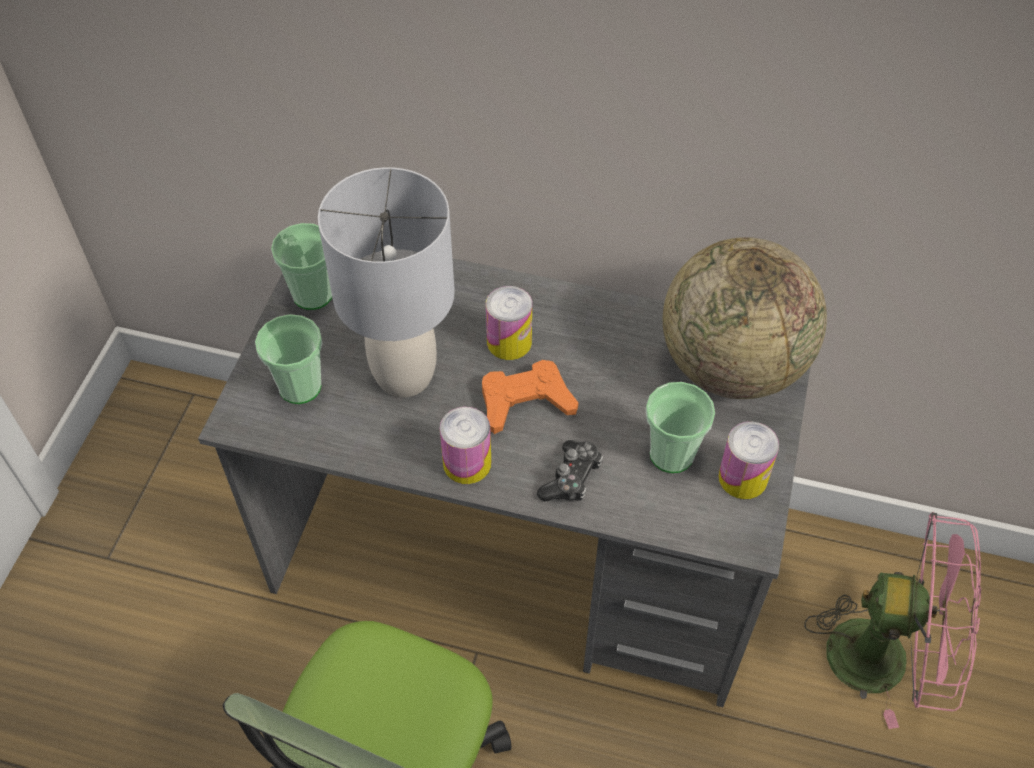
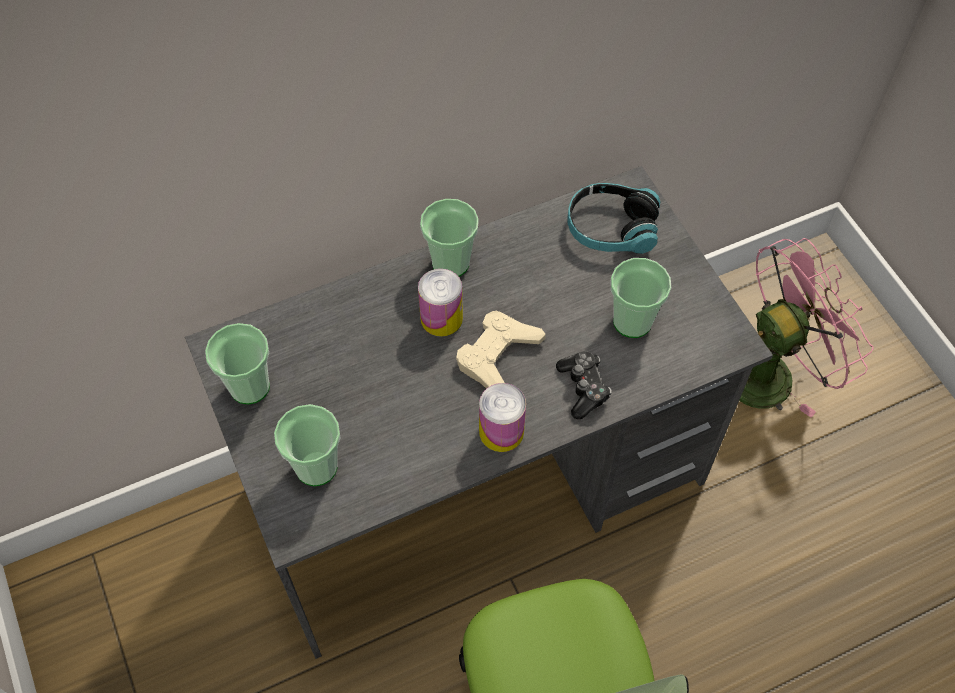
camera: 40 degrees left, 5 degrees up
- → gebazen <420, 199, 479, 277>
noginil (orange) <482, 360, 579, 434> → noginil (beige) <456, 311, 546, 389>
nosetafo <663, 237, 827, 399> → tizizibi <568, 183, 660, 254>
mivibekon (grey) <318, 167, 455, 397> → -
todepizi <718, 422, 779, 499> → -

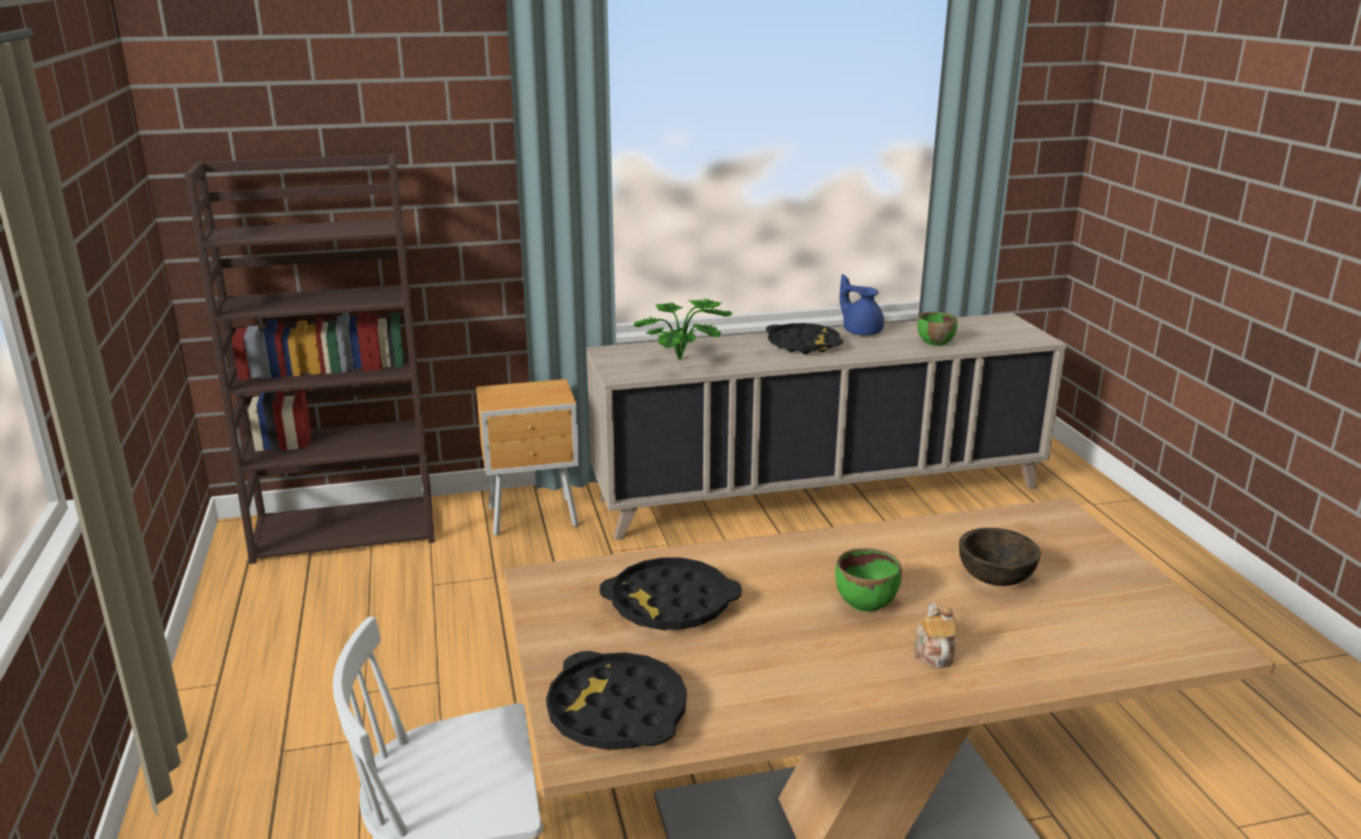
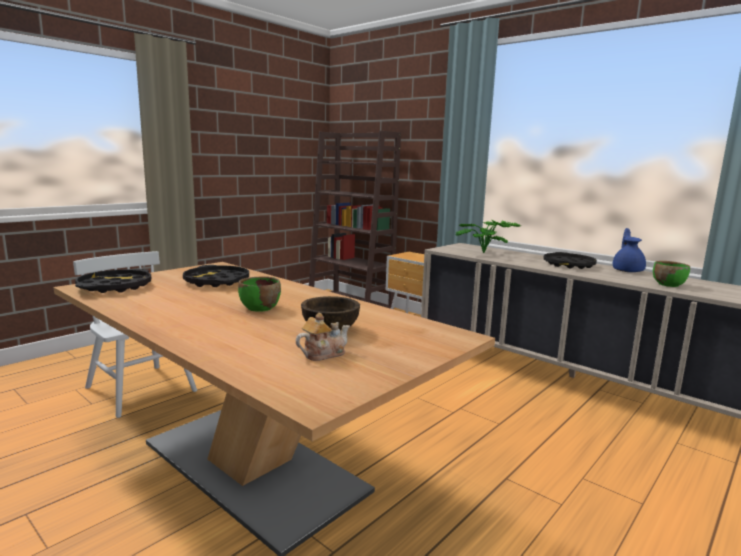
camera: 55 degrees right, 10 degrees down
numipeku <914, 602, 958, 668> → numipeku <296, 313, 350, 361>, relocated

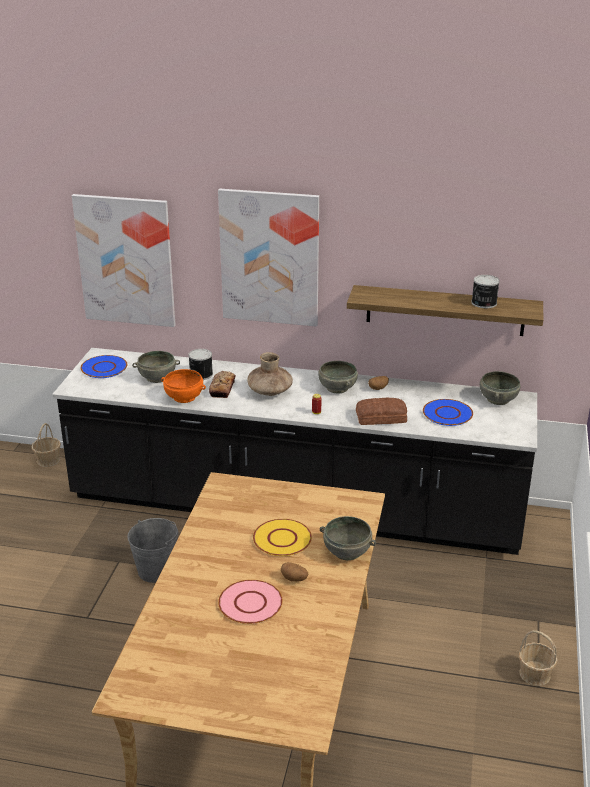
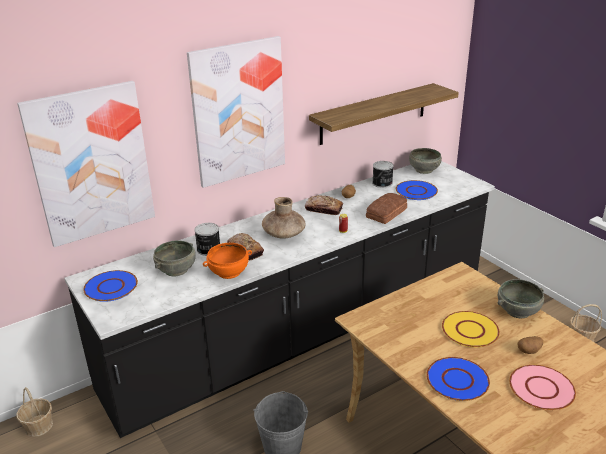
camera: 45 degrees left, 0 degrees up
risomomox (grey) <318, 361, 358, 394> → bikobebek <305, 195, 343, 215>
todepizi <472, 275, 500, 308> → todepizi <372, 161, 394, 188>, relocated
- → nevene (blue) <426, 357, 490, 401>

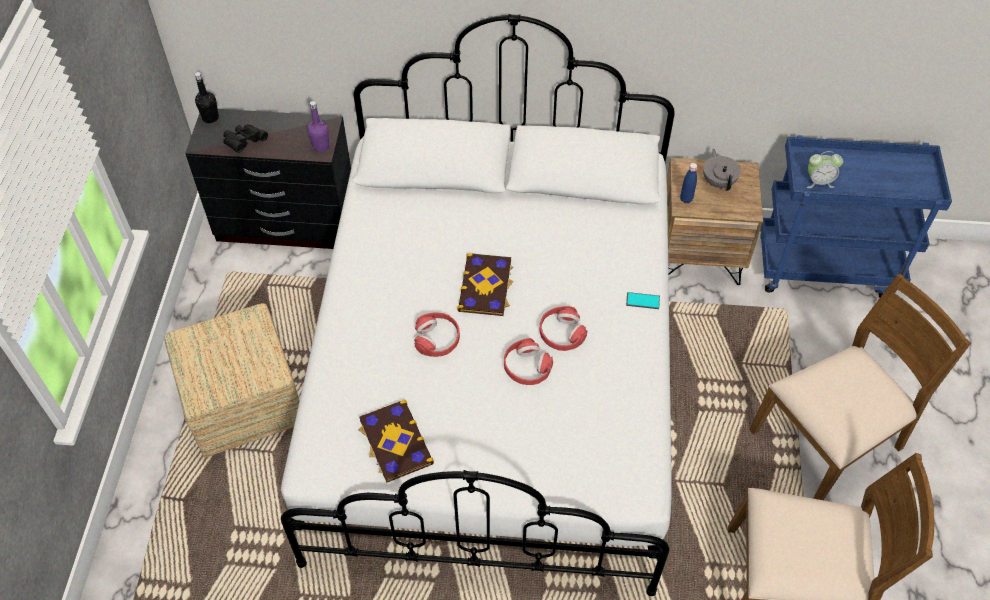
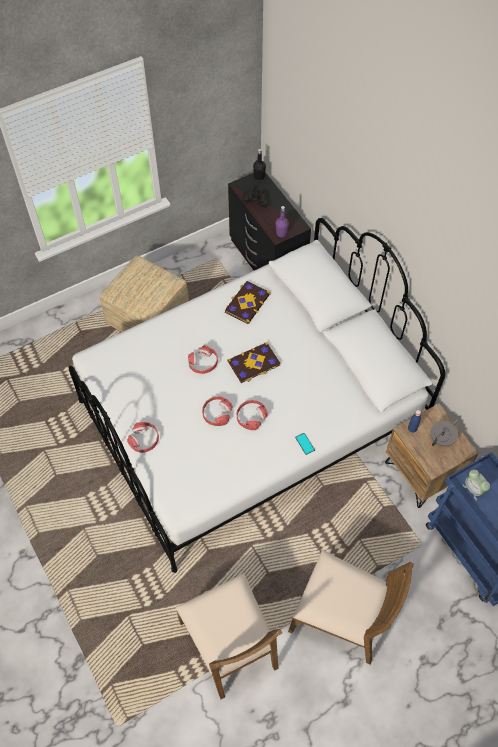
camera: 55 degrees right, 5 degrees up
- → tizizibi (red) <127, 422, 159, 453>
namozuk <358, 400, 434, 483> → namozuk <225, 281, 271, 324>, relocated

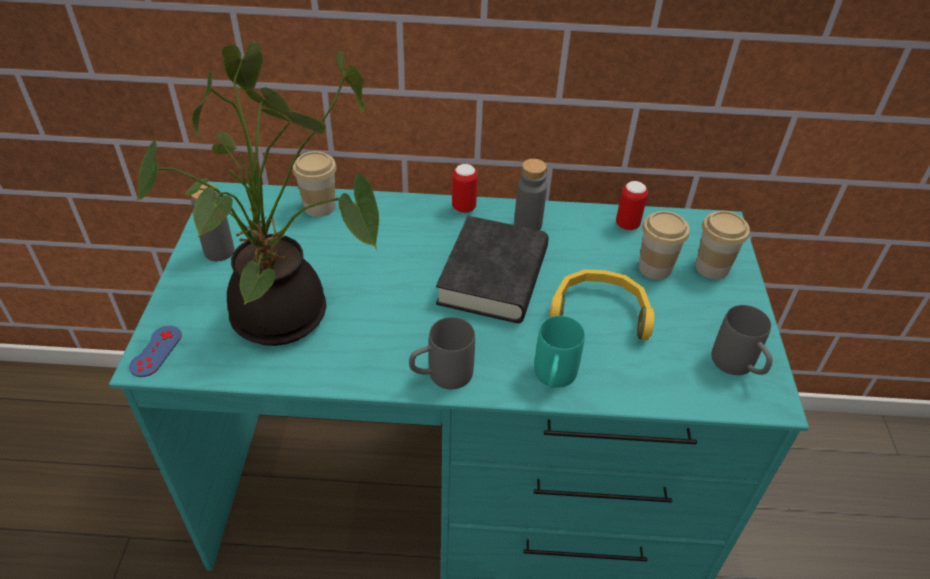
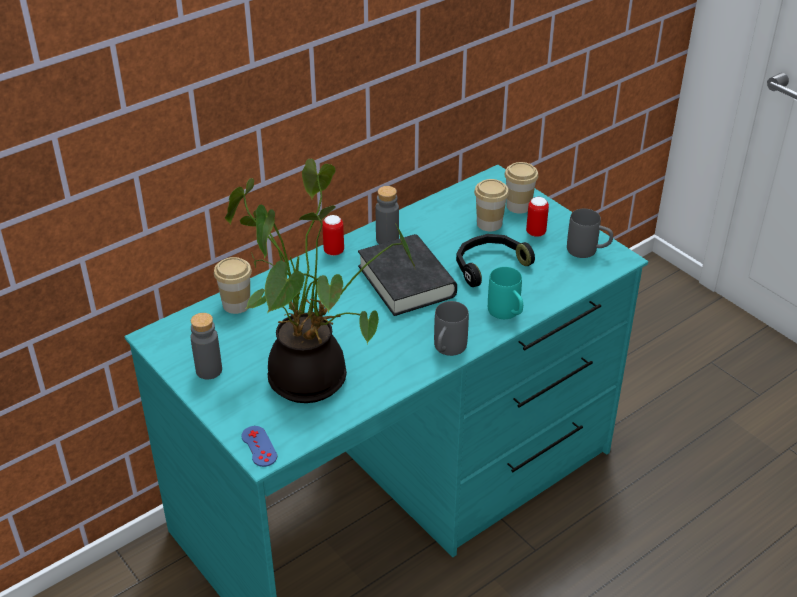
camera: 40 degrees left, 5 degrees down
tizizibi (yellow) <549, 269, 655, 340> → tizizibi (black) <456, 234, 535, 287>
todepizi <616, 181, 648, 230> → todepizi <526, 197, 549, 237>, relocated

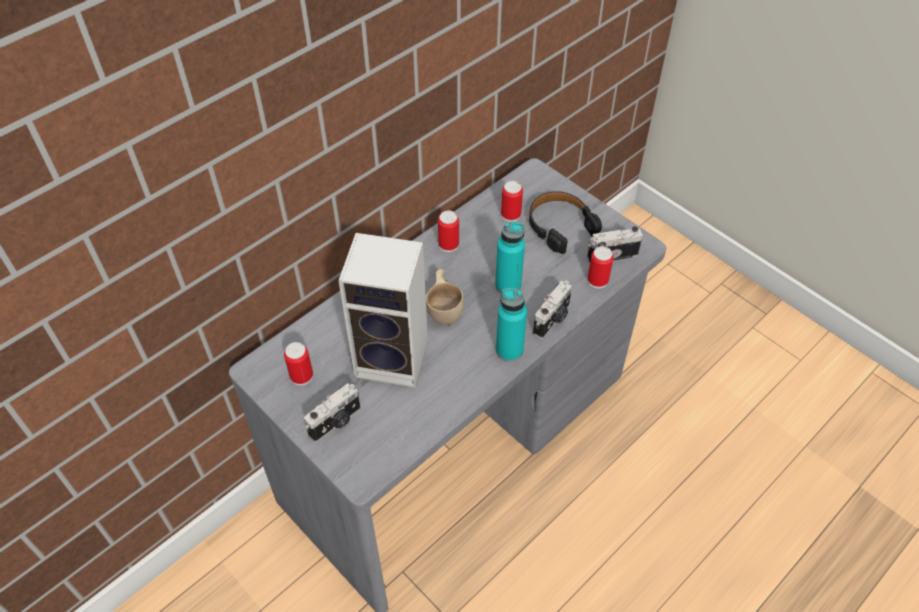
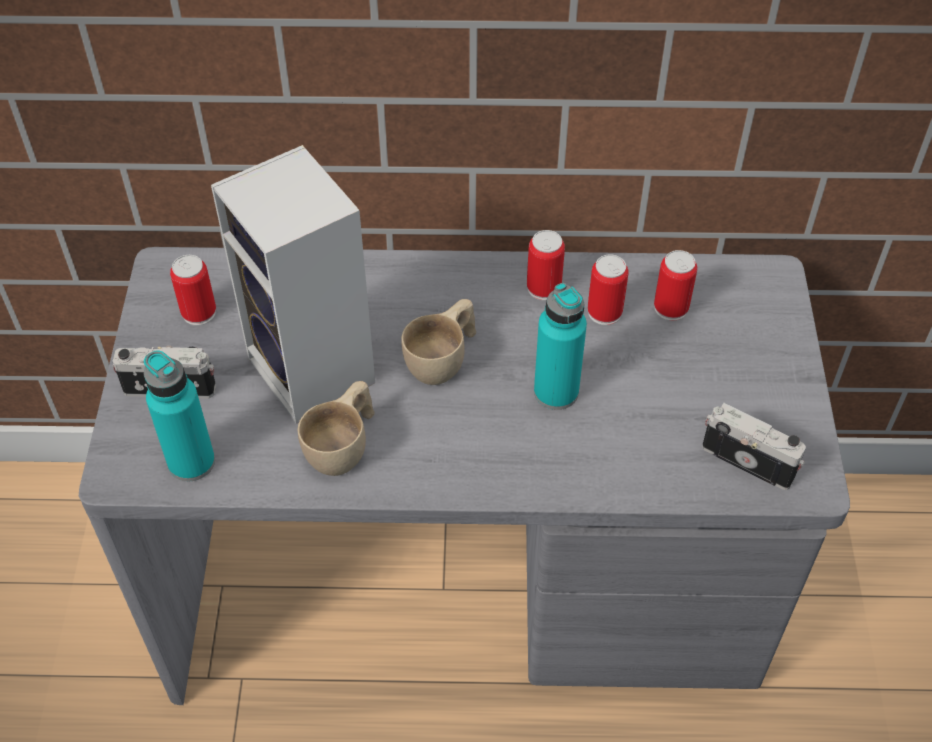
camera: 45 degrees right, 0 degrees up
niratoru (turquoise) <496, 288, 527, 362> → niratoru (turquoise) <144, 350, 215, 481>, relocated
- → gebazen (beige) <298, 381, 374, 476>
todepizi <587, 246, 614, 289> → todepizi <588, 254, 629, 325>, relocated
tizizibi (black) <529, 191, 602, 254> → -
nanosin <533, 281, 572, 339> → -

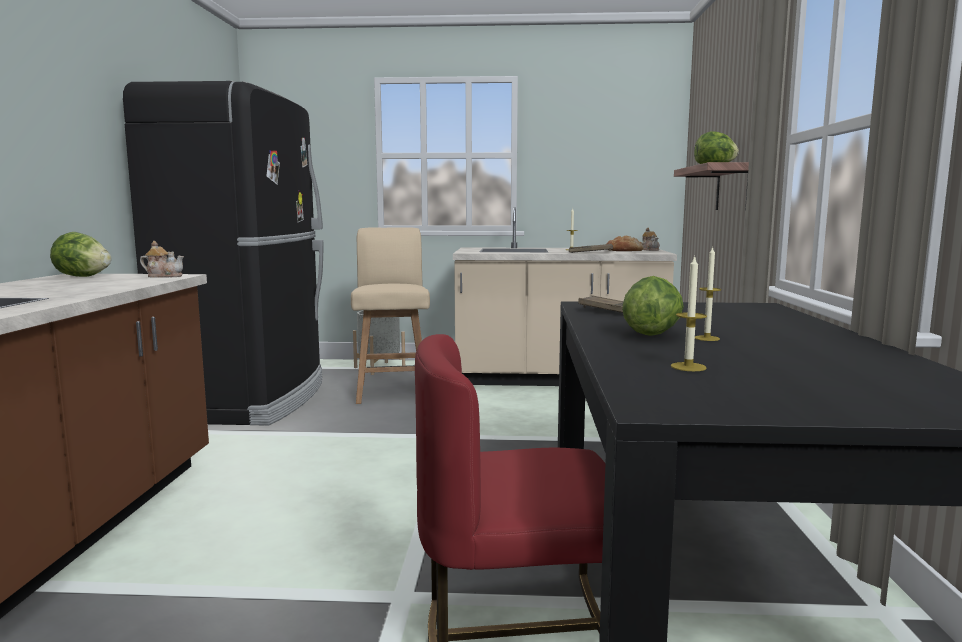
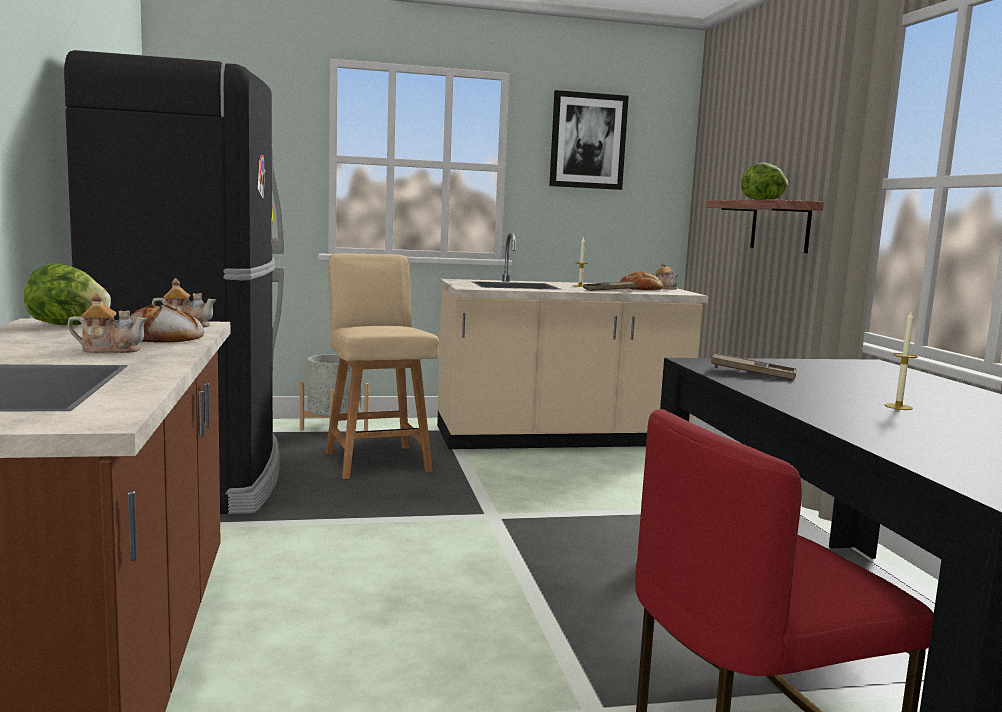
camera: 15 degrees left, 0 degrees up
- → numipeku <67, 293, 148, 353>
- → bikobebek <130, 303, 204, 343>
- → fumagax <549, 90, 629, 190>
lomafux <622, 276, 684, 336> → -
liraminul <671, 256, 707, 371> → -

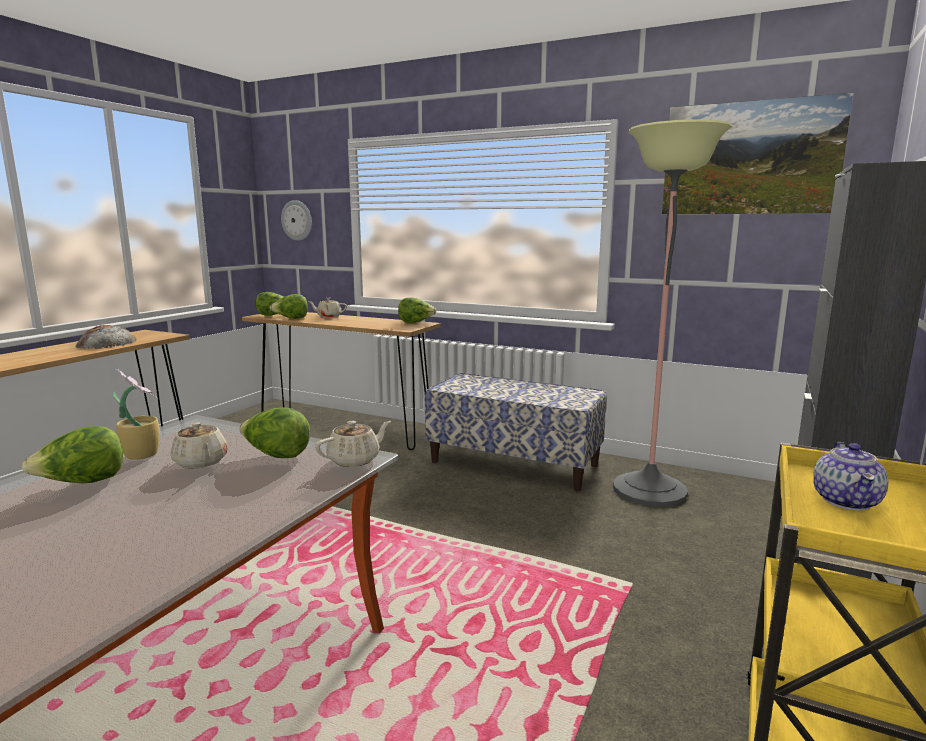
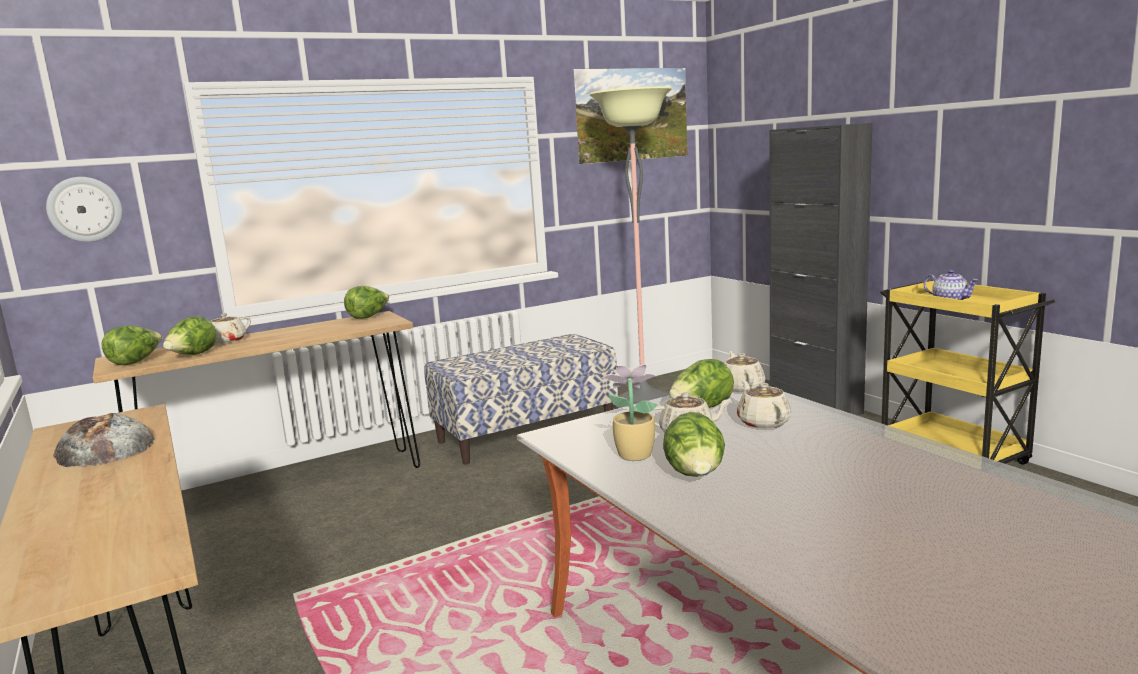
camera: 55 degrees left, 0 degrees up
- → numipeku (beige) <737, 380, 791, 429>

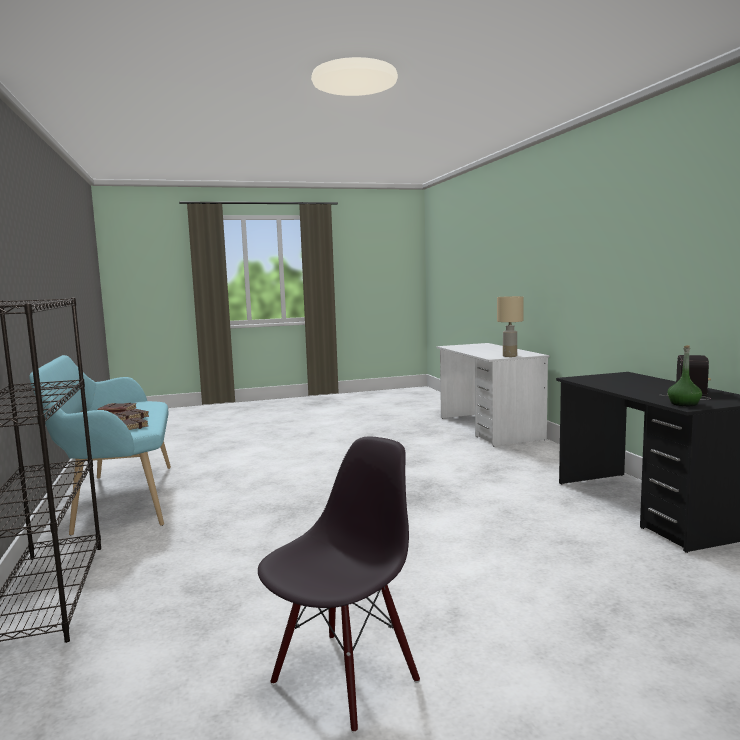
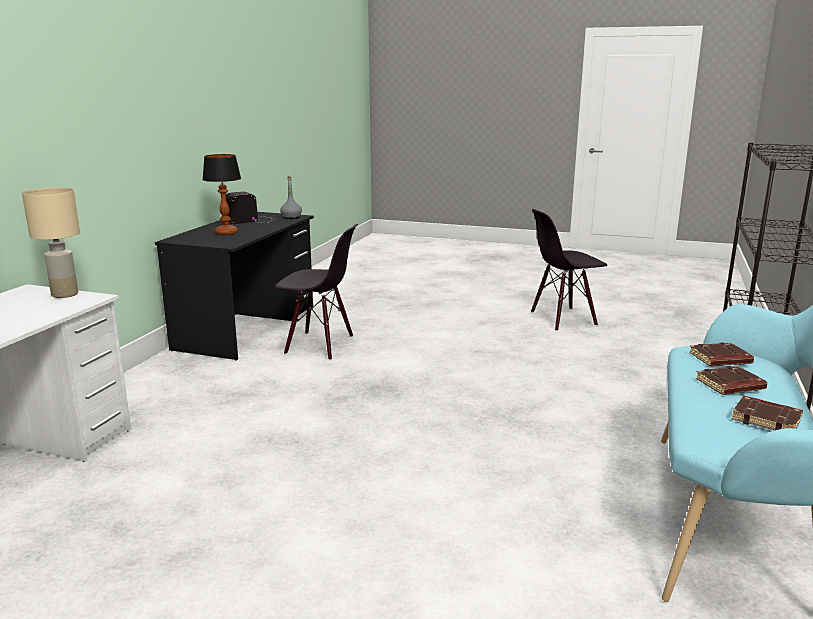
camera: 145 degrees left, 10 degrees up
- → mivibekon <202, 154, 241, 235>
- → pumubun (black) <275, 224, 358, 360>
niratoru (green) <668, 345, 702, 406> → niratoru (grey) <280, 176, 302, 219>

